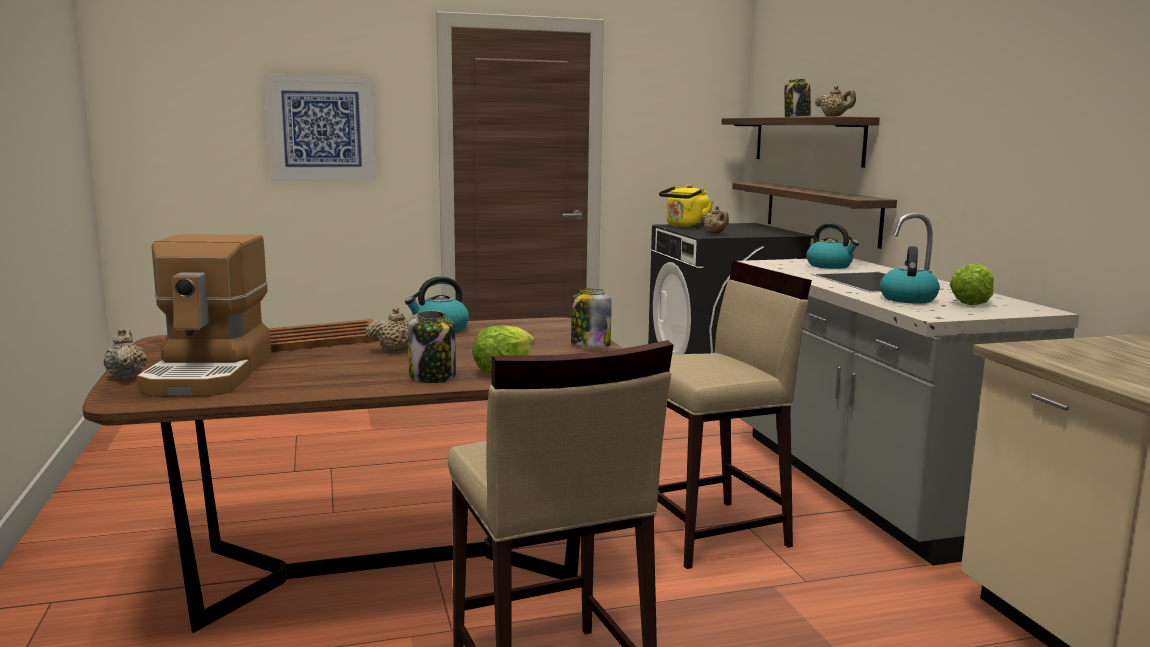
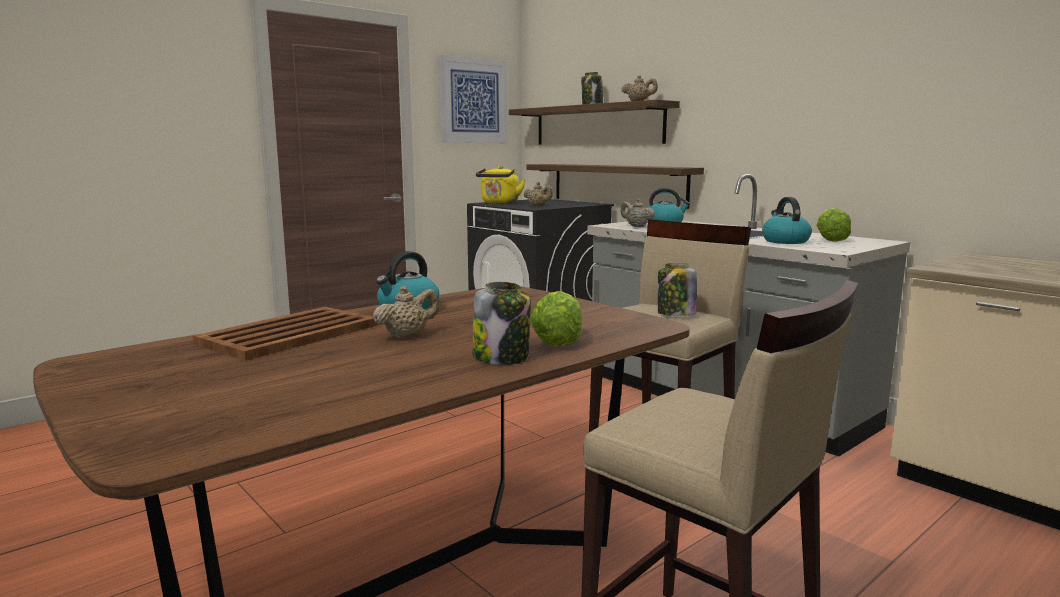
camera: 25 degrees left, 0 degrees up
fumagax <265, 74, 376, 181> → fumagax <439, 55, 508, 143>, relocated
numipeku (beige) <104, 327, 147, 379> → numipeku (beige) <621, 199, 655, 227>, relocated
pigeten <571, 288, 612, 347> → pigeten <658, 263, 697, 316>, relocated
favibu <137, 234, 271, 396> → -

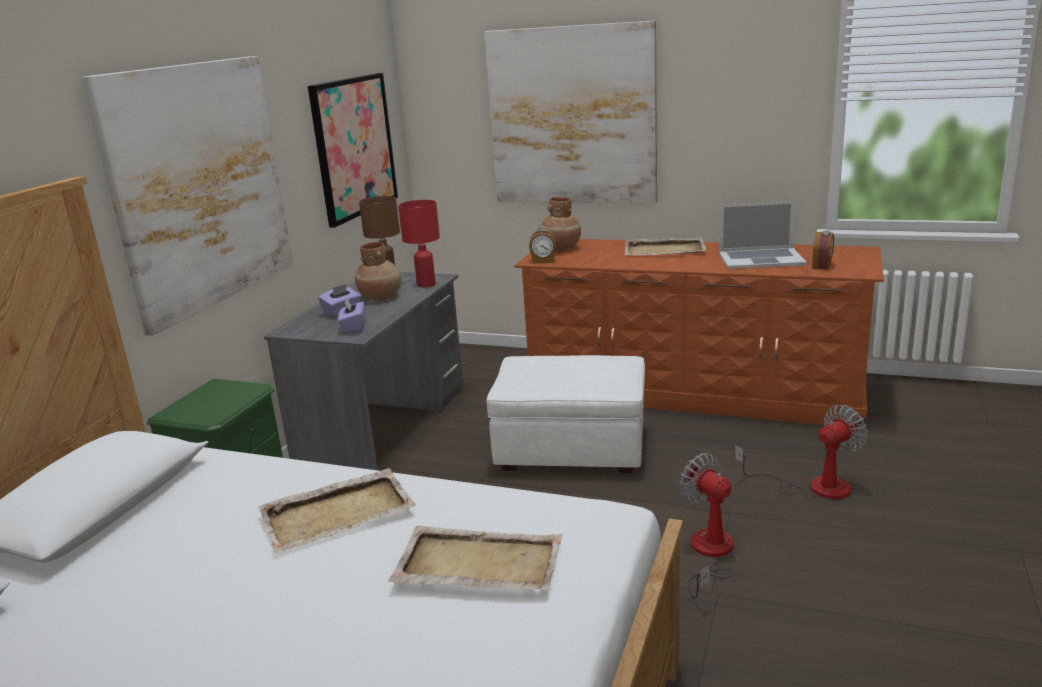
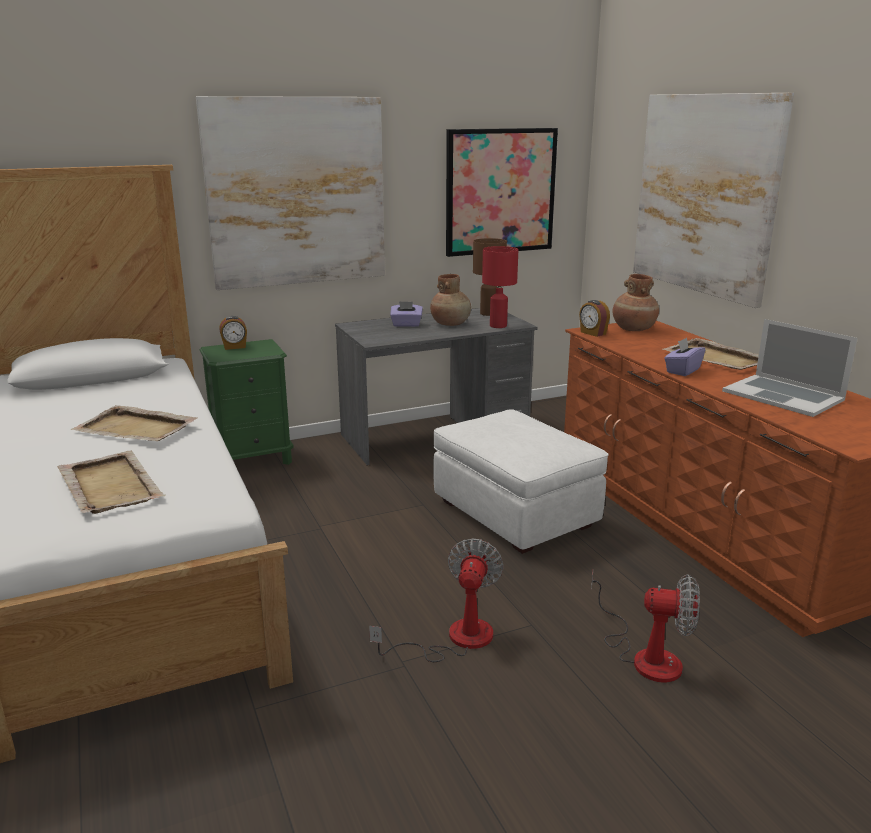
camera: 45 degrees right, 0 degrees up
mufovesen <812, 230, 834, 270> → mufovesen <219, 316, 247, 350>, relocated
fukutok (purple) <338, 298, 365, 333> → fukutok (purple) <664, 338, 705, 376>, relocated

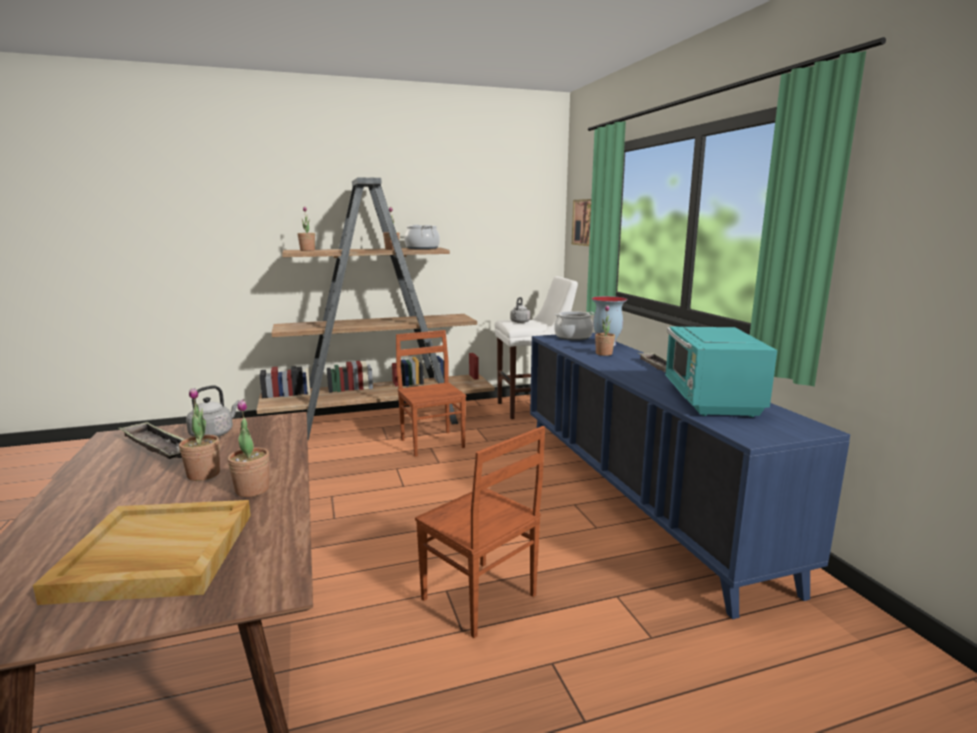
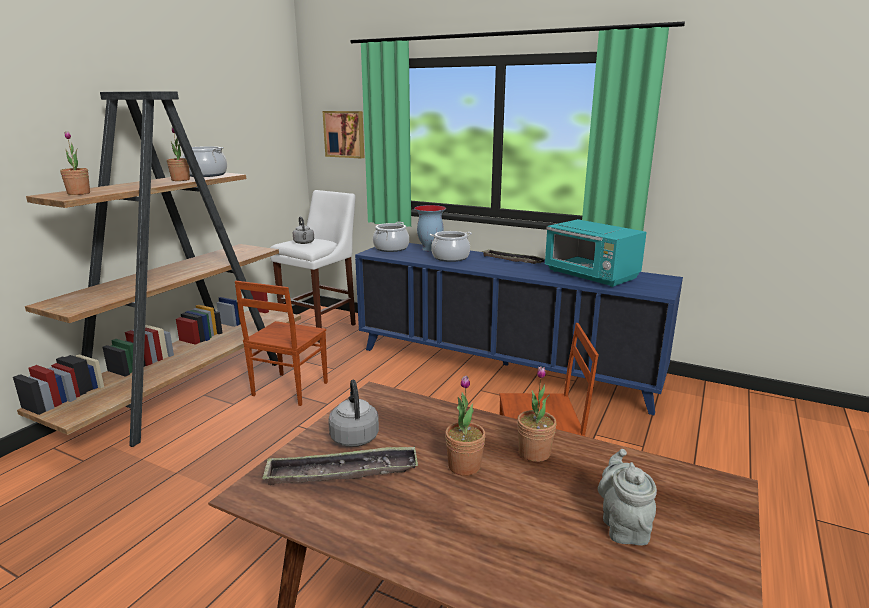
camera: 45 degrees left, 5 degrees up
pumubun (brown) <396, 330, 466, 457> → pumubun (brown) <235, 281, 328, 406>, 90 degrees counterclockwise
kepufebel <595, 305, 615, 356> → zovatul <430, 231, 472, 262>
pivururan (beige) <33, 500, 251, 605> → numipeku (grey) <598, 449, 657, 545>

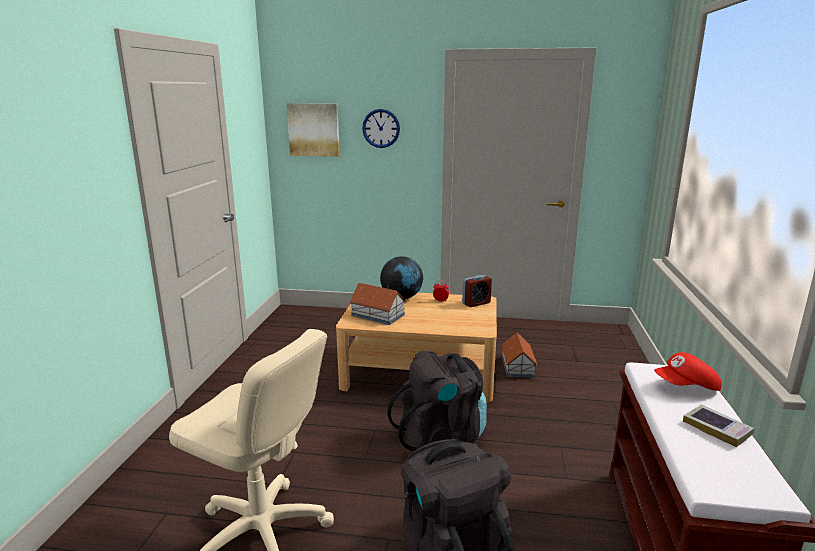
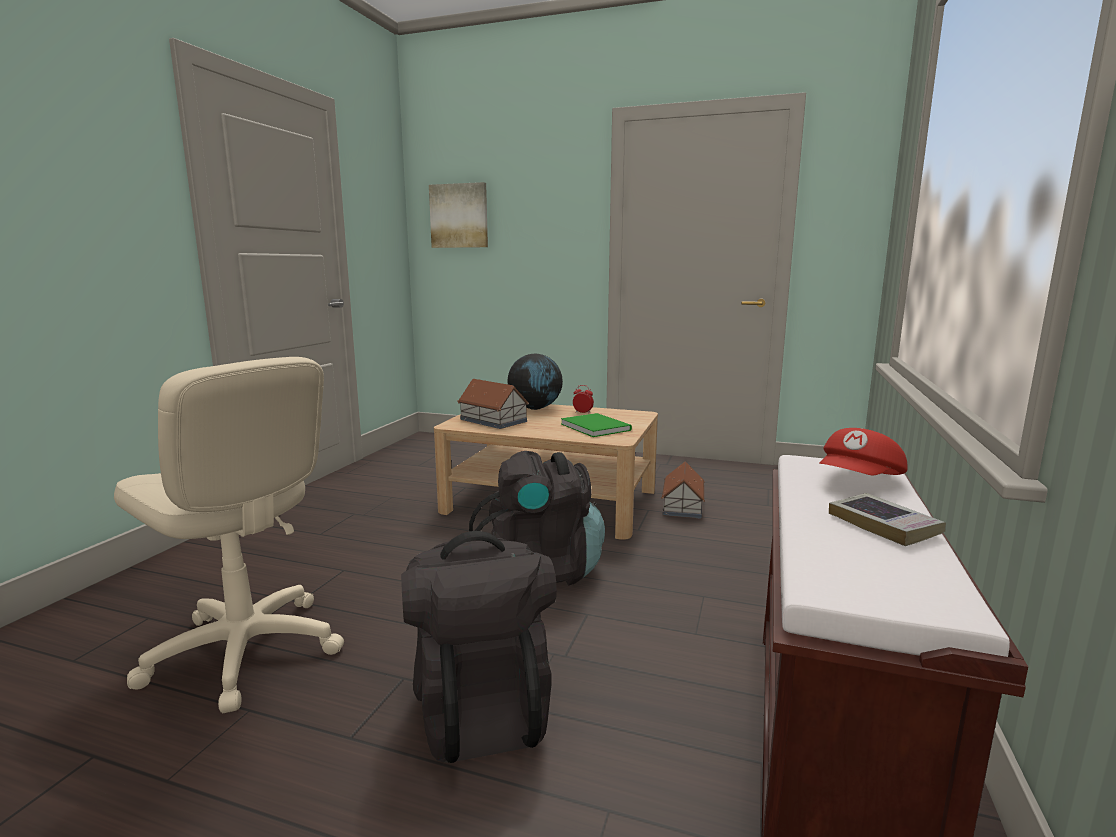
camera: 10 degrees right, 5 degrees down
- → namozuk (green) <561, 413, 632, 437>
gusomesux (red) <654, 352, 722, 391> → gusomesux (red) <819, 428, 907, 476>, 45 degrees counterclockwise
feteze <362, 109, 400, 148> → -
mufovesen <462, 275, 492, 307> → -

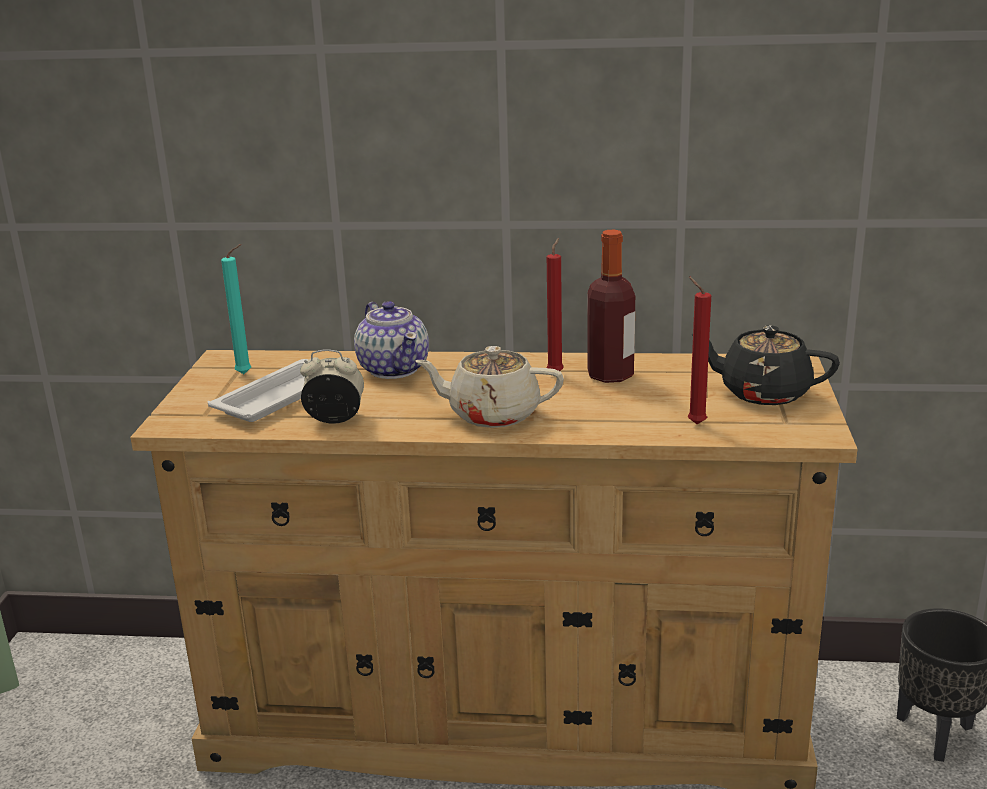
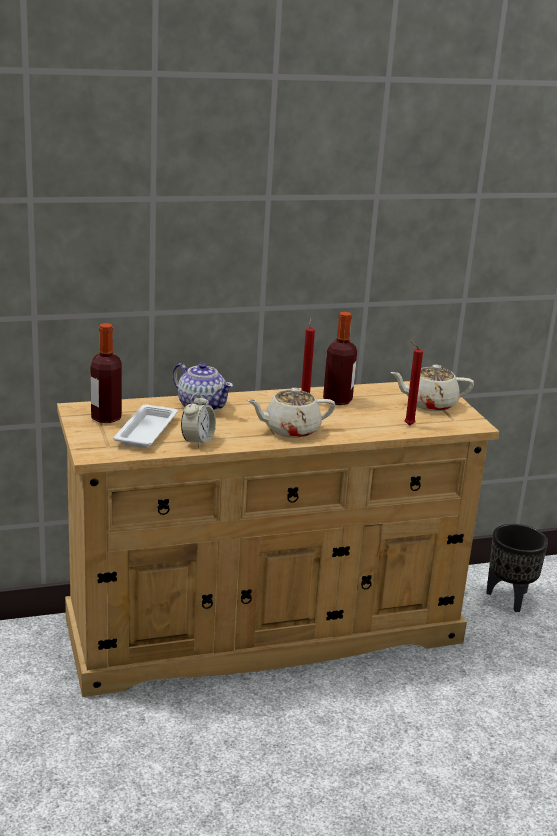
camera: 25 degrees left, 0 degrees up
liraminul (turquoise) <221, 244, 251, 374> → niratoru <91, 323, 122, 423>
mufovesen <300, 349, 364, 424> → mufovesen <181, 392, 216, 448>, 135 degrees clockwise
numipeku (black) <691, 325, 840, 405> → numipeku (beige) <390, 365, 474, 411>

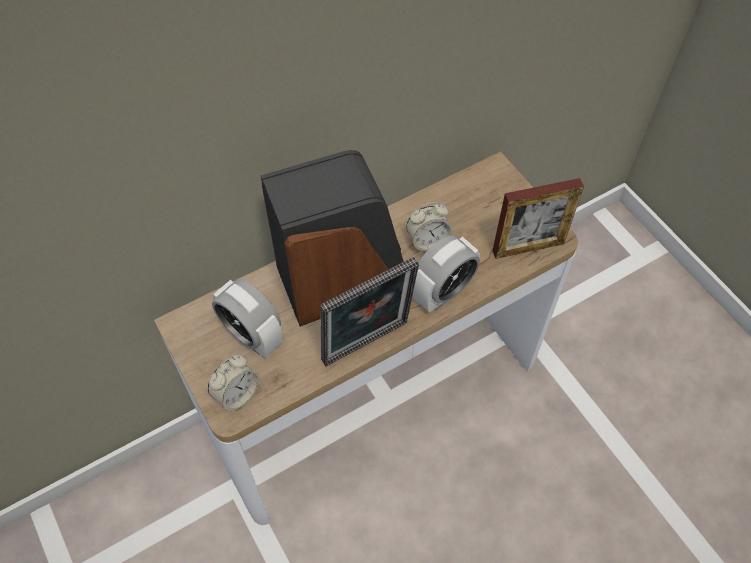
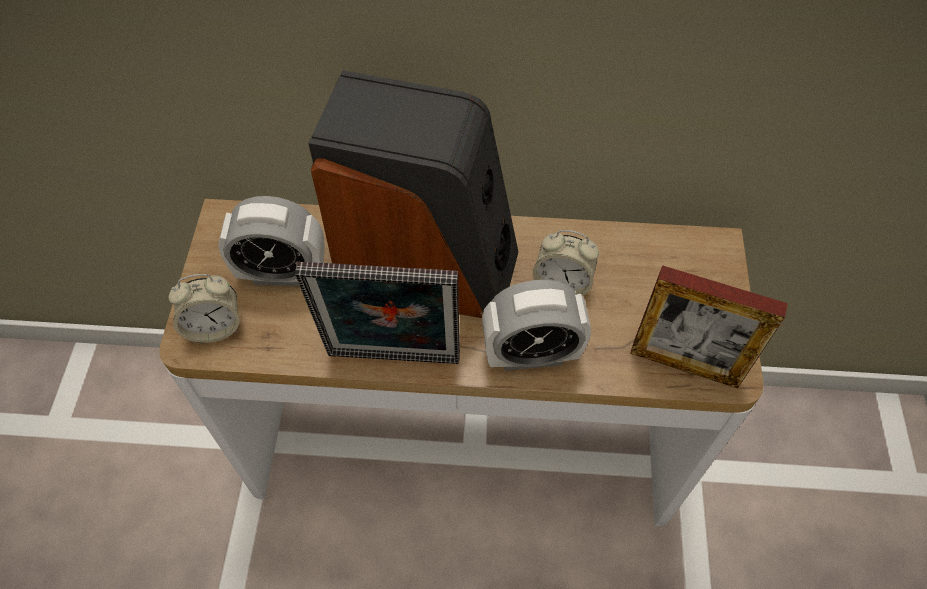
camera: 35 degrees right, 0 degrees up
mufovesen <212, 279, 282, 358> → mufovesen <218, 196, 325, 286>, 75 degrees counterclockwise

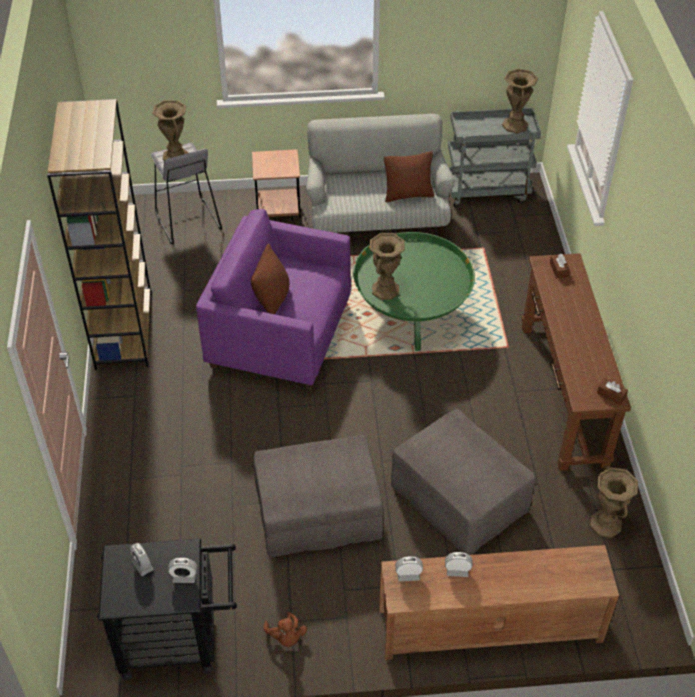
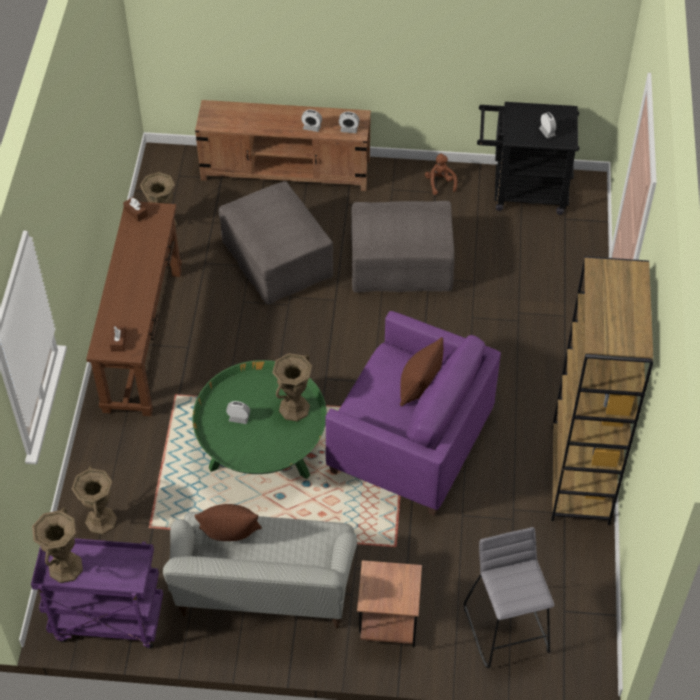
camera: 170 degrees left, 5 degrees up
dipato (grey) <448, 107, 541, 207> → dipato (purple) <31, 538, 163, 649>
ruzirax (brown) <153, 100, 189, 161> → ruzirax (brown) <72, 466, 117, 535>, relocated
mufovesen <168, 557, 197, 583> → mufovesen <226, 401, 250, 424>, relocated

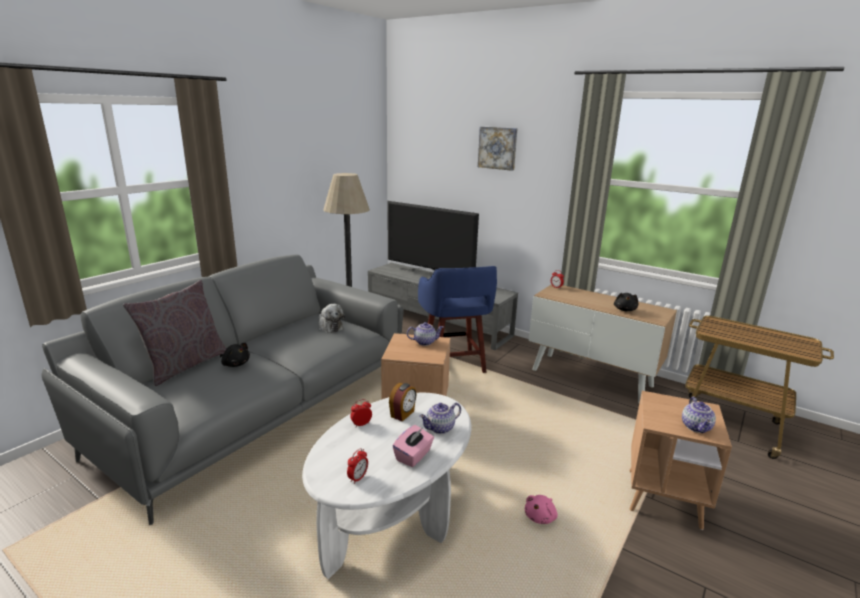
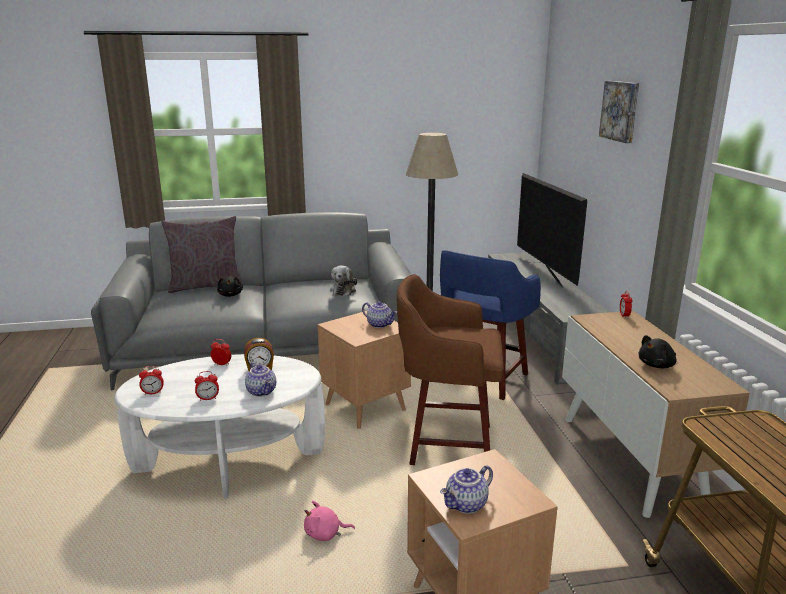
camera: 45 degrees right, 0 degrees up
fukutok (pink) <393, 425, 434, 467> → mufovesen <195, 371, 219, 401>
numipeku <419, 403, 461, 434> → numipeku <245, 363, 276, 397>, 135 degrees counterclockwise
- → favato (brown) <397, 274, 504, 465>

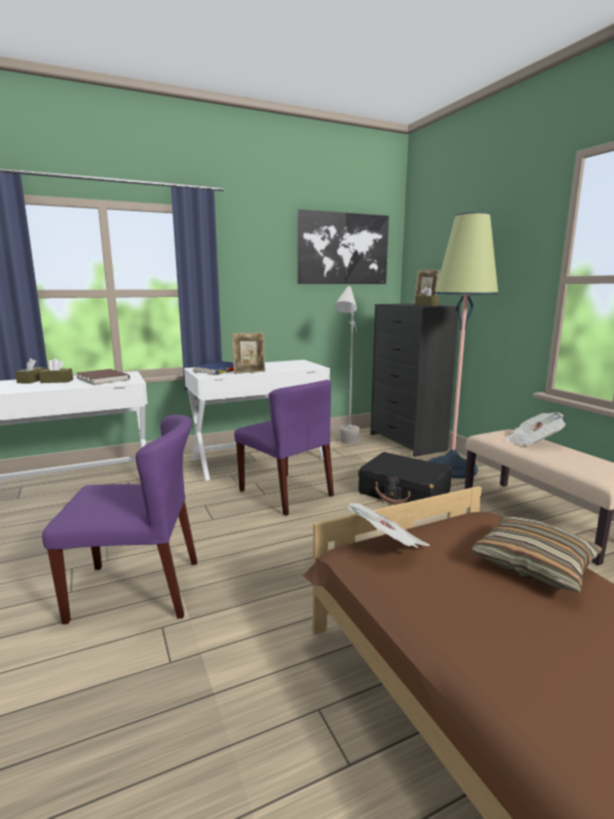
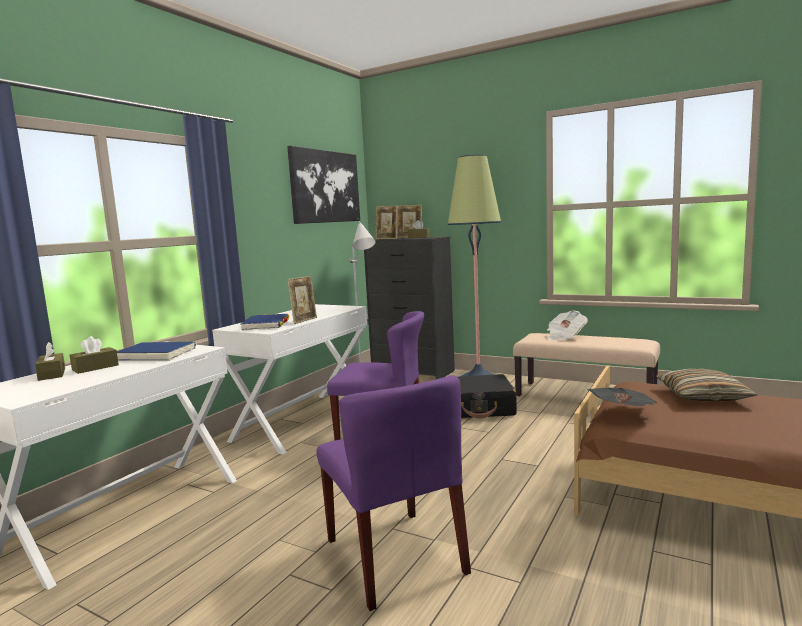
camera: 35 degrees left, 5 degrees down
namozuk (brown) <77, 369, 130, 385> → namozuk (blue) <117, 342, 196, 361>
pumubun (purple) <42, 415, 197, 624> → pumubun (purple) <317, 375, 471, 611>, 105 degrees clockwise
- → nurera <376, 206, 398, 239>

